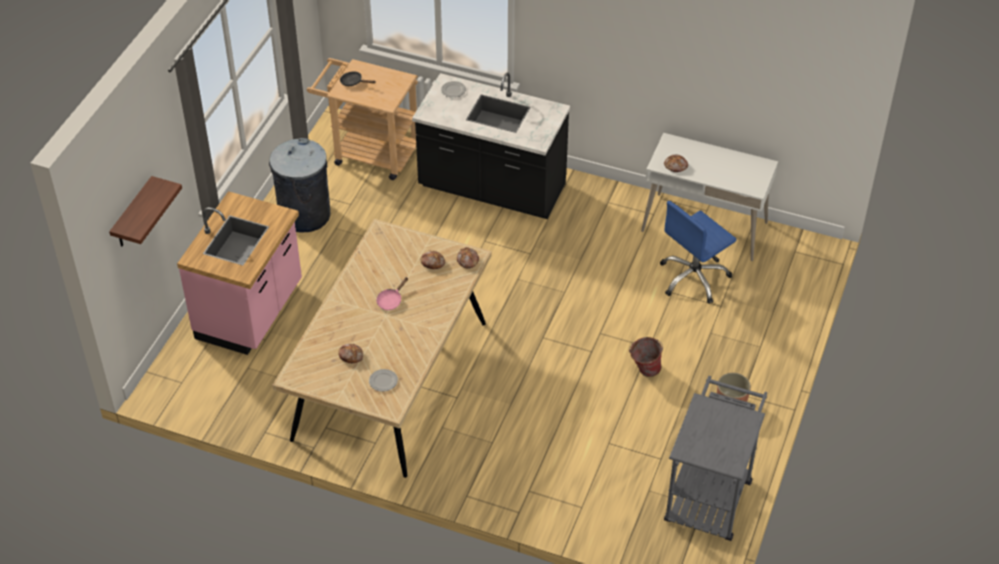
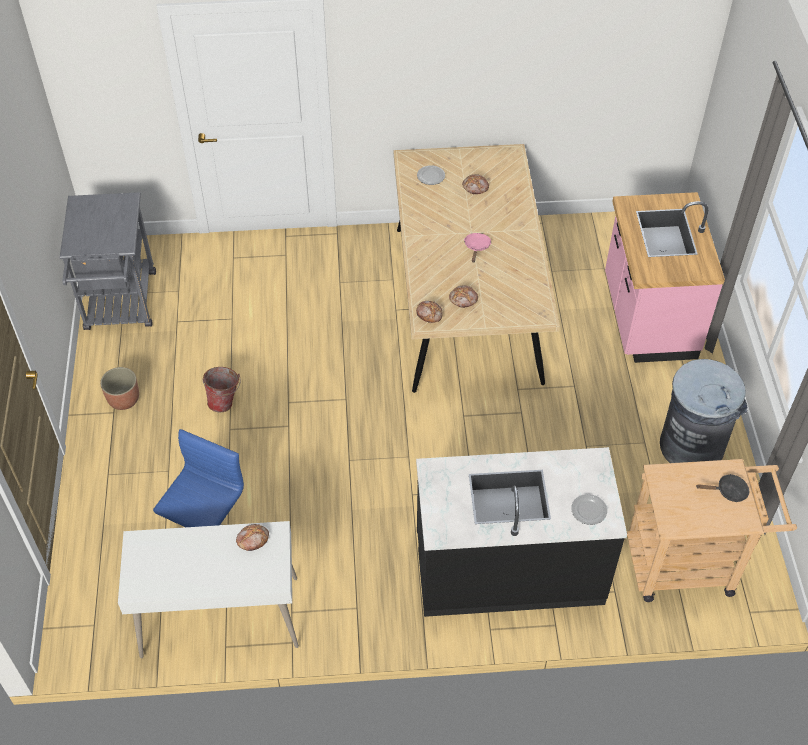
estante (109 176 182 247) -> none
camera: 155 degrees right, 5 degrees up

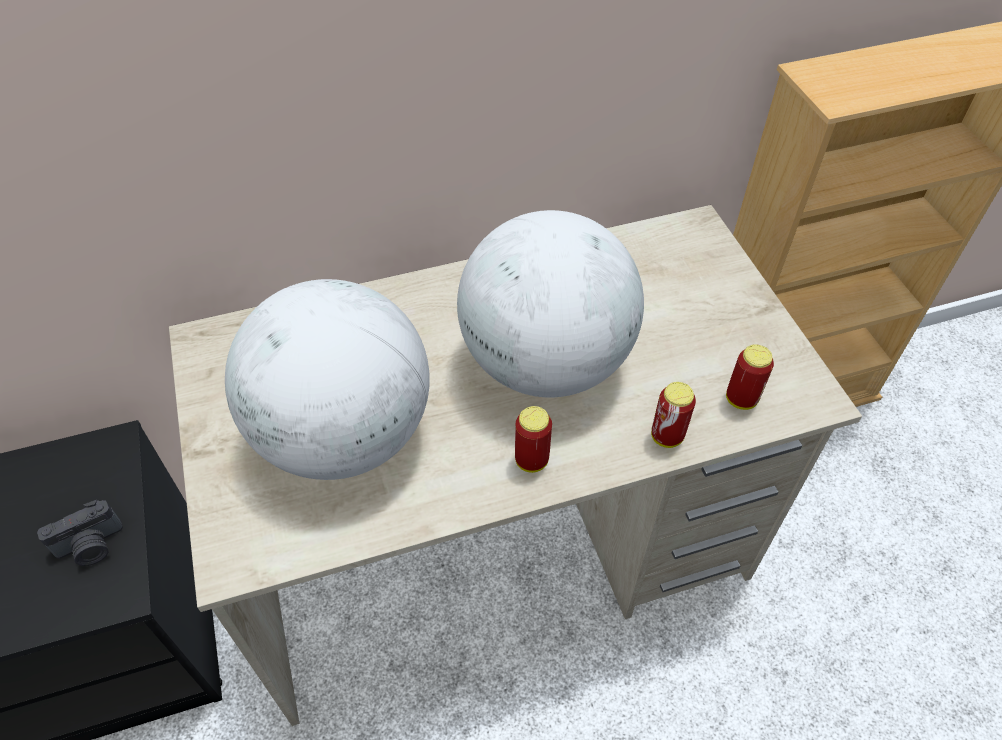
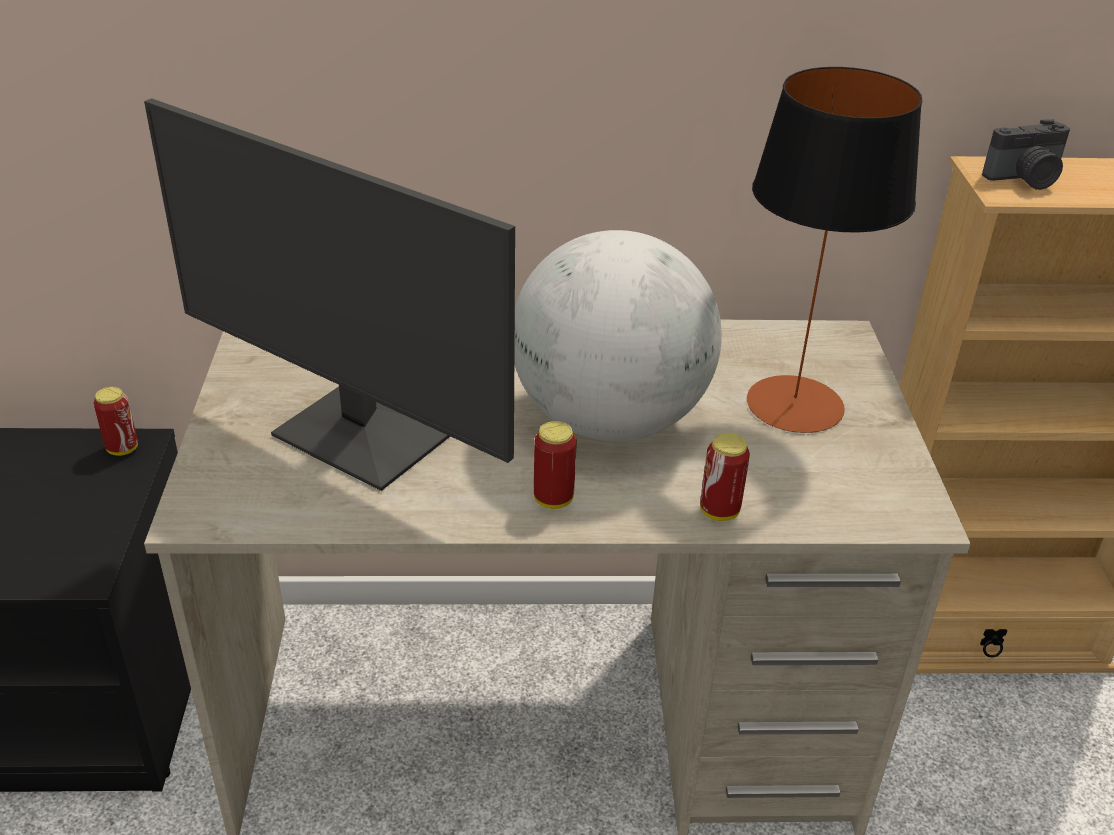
cámara (37 500 123 566) -> cámara (982 119 1070 190), move
globo terráqueo (225 279 430 480) -> monitor (144 98 515 491)
lata (726 344 774 410) -> lata (94 387 138 456), move
none -> lámpara de mesa (747 67 923 433)
camera: 15 degrees right, 15 degrees down

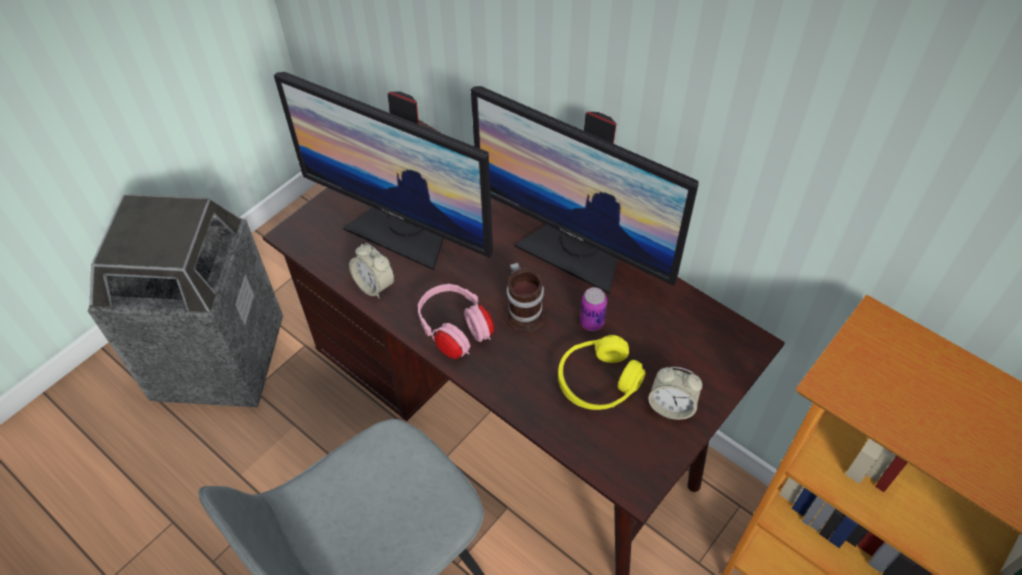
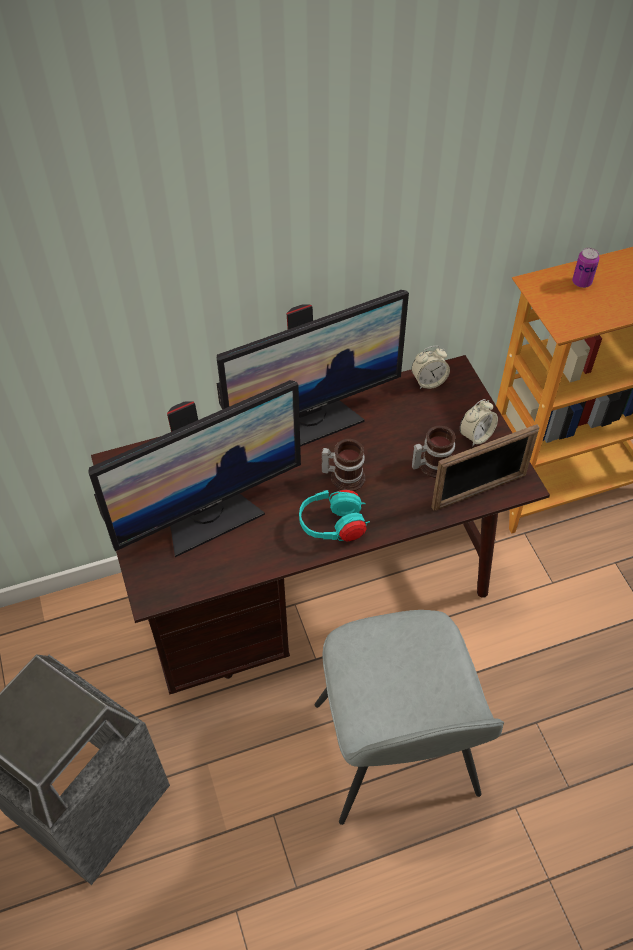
despertador (349 243 395 298) -> despertador (411 346 450 389), move
auriculares [rosa] (418 284 494 359) -> auriculares [turquesa] (299 490 370 542)
auriculares [amarillo] (558 335 646 410) -> taza grande (412 426 456 478)
lata (580 287 607 331) -> lata (572 248 600 288), move
none -> portarretratos (431 424 540 511)
camera: 60 degrees left, 0 degrees up

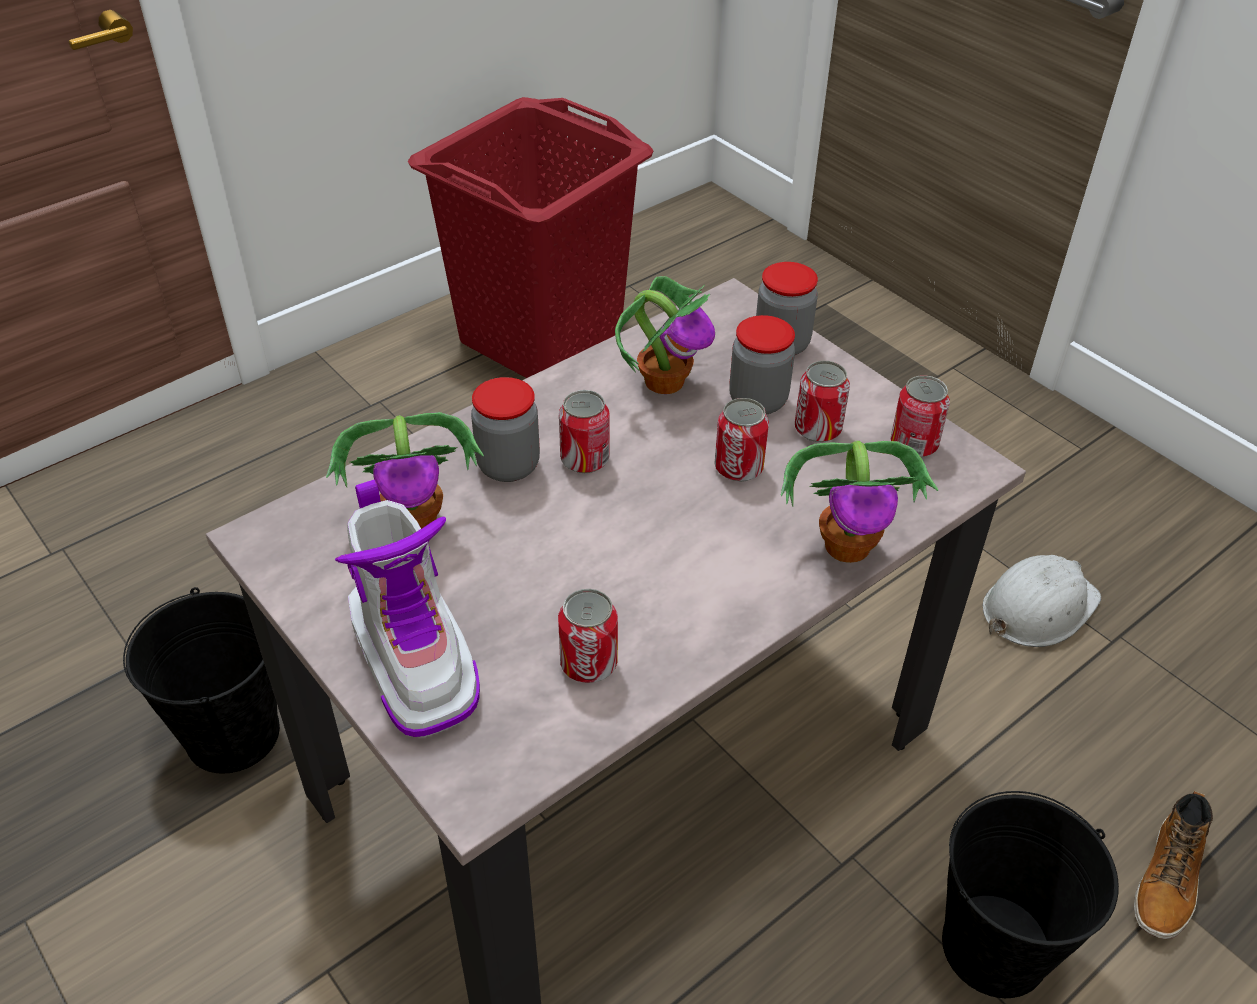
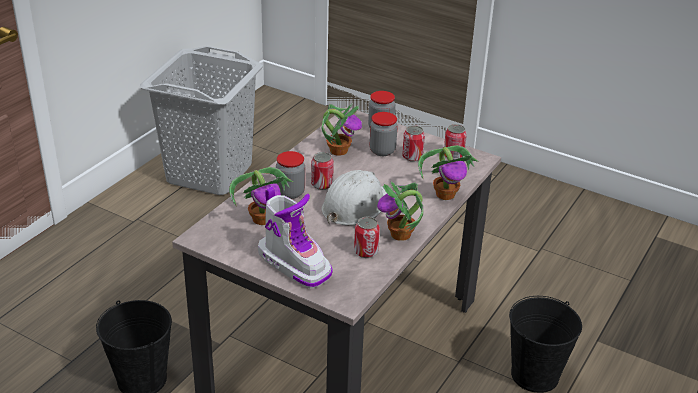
cesto de la ropa [rojo] (408 97 654 378) -> cesto de la ropa [gris] (140 46 263 195)
lata (714 398 769 482) -> none
casco [blanco] (983 555 1101 647) -> casco [blanco] (321 170 387 226), move
bota (1134 791 1213 939) -> none
none -> planta en maceta (377 181 423 241)
camera: 20 degrees left, 10 degrees down

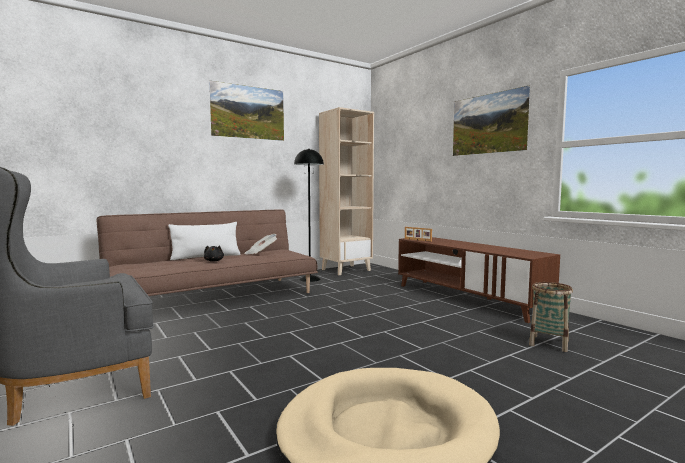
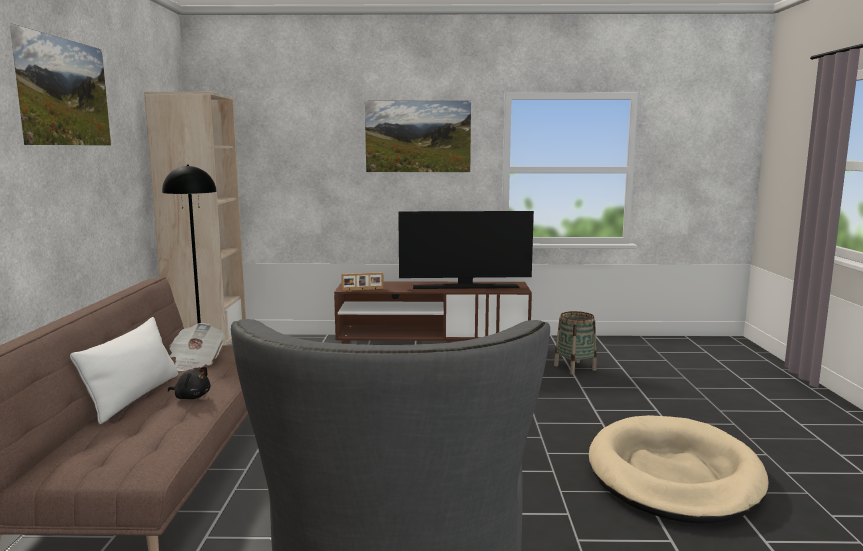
none -> televisor (398 211 534 289)
camera: 55 degrees left, 5 degrees up

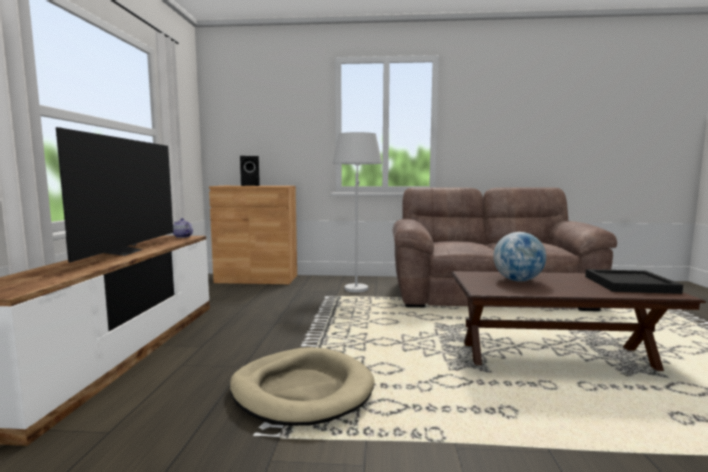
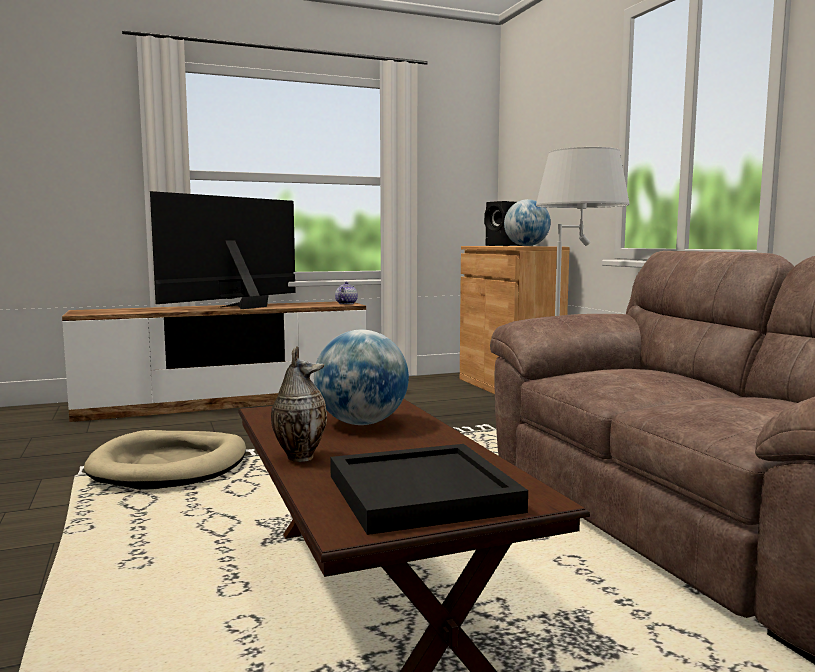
televisor (56 127 173 262) -> televisor (150 191 296 309), 150 degrees clockwise
none -> florero (271 346 327 462)
none -> globo terráqueo (504 199 551 246)
camera: 65 degrees right, 0 degrees up

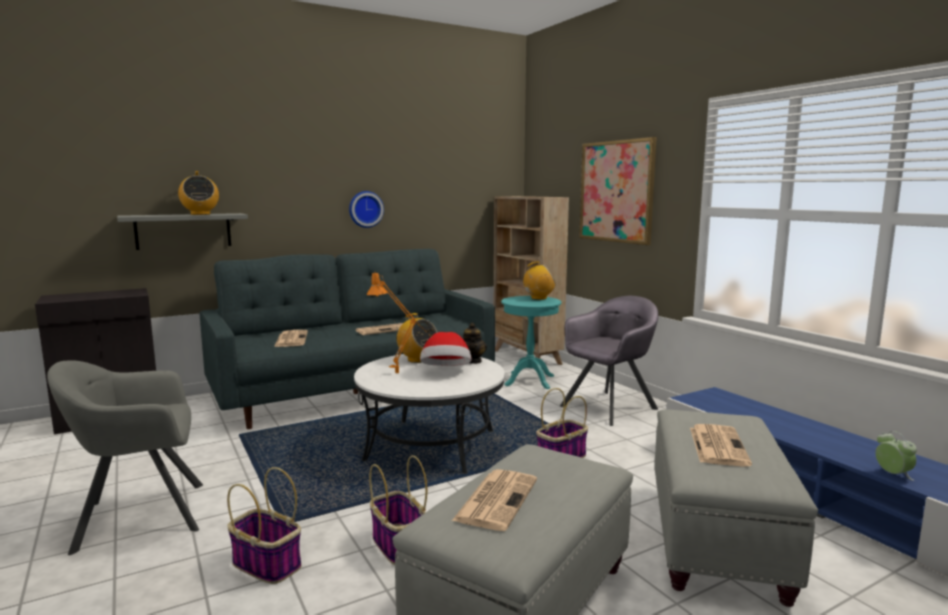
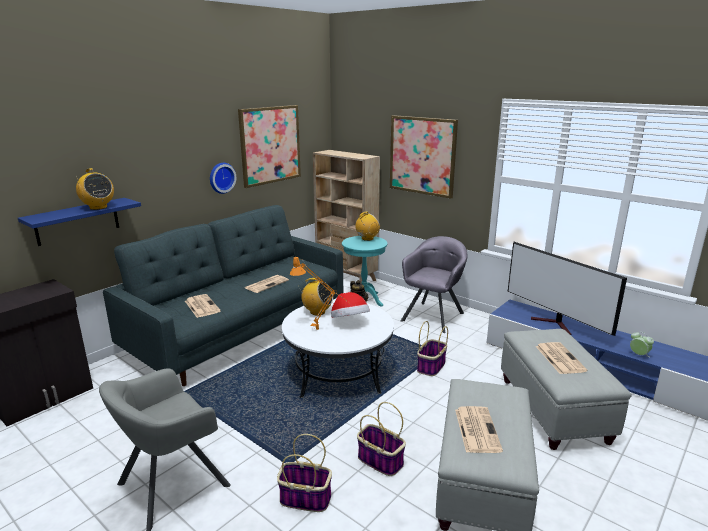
estante [gris] (117 213 248 250) -> estante [azul] (18 198 141 246)
none -> cuadro (238 105 301 188)
none -> televisor (508 242 627 336)
camera: 20 degrees left, 10 degrees up

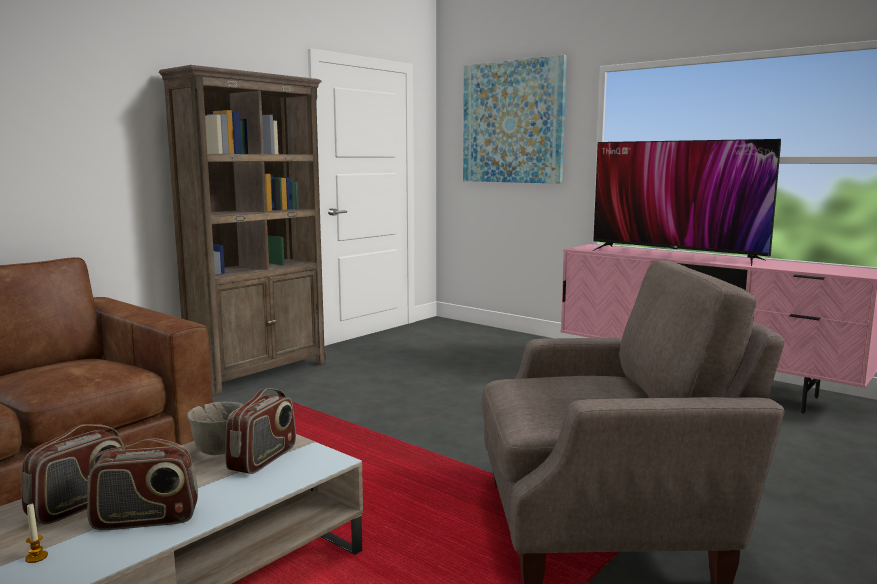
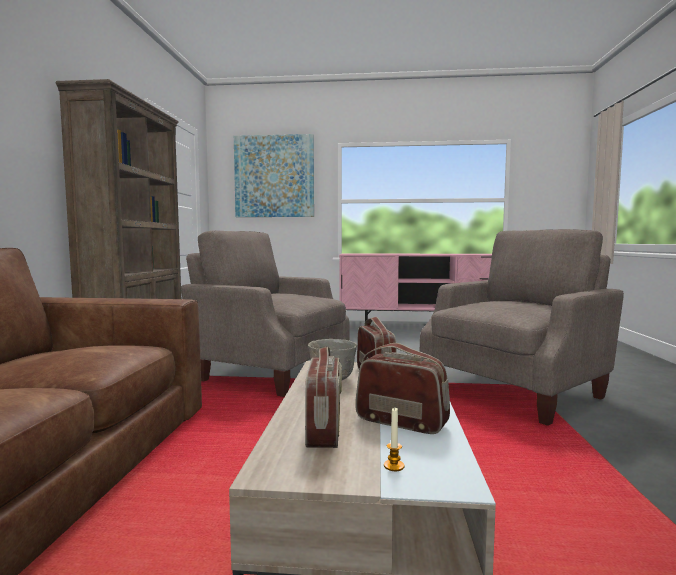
radio (87 438 198 530) -> radio (355 343 450 434), 105 degrees counterclockwise
televisor (593 139 781 266) -> none
none -> sillón [beis] (181 230 350 397)
camera: 35 degrees left, 5 degrees down

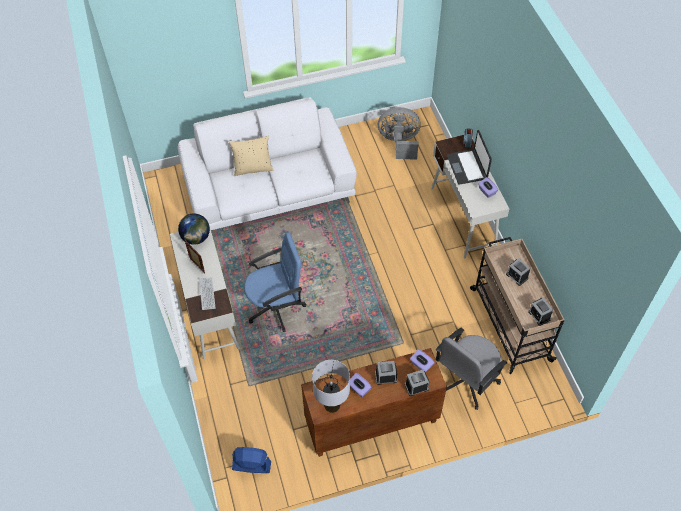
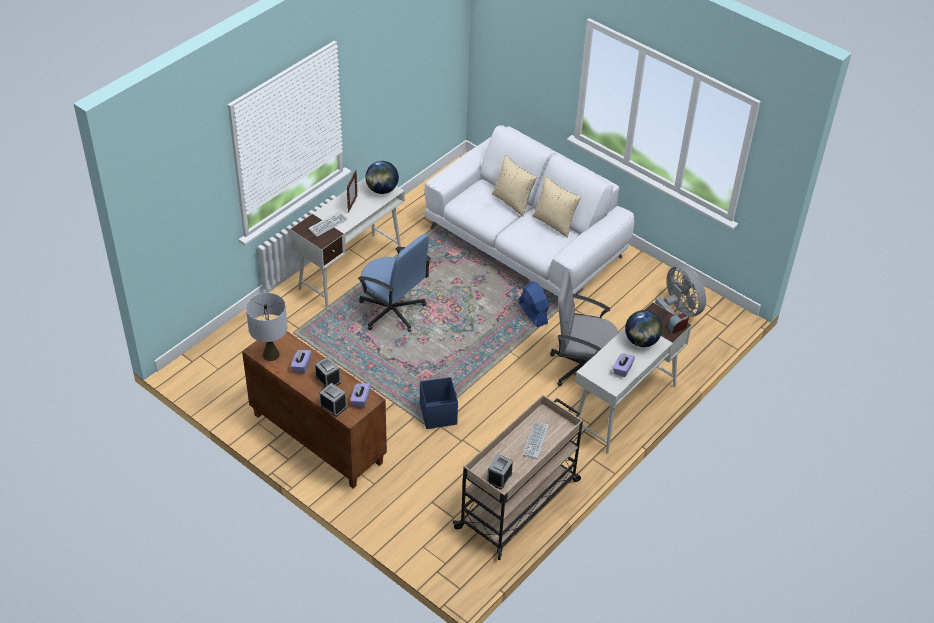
ventilador [azul] (232 447 271 473) -> ventilador [azul] (519 281 549 327), move
silla de oficina [gris] (436 328 507 410) -> silla de oficina [gris] (550 271 619 386), move
portátil (447 130 492 185) -> globo terráqueo (625 310 662 347)
despertador (506 258 530 286) -> teclado (522 422 549 459)
none -> caja de almacenaje [azul] (420 377 458 429)
none -> cojín [beis] (532 176 581 238)
camera: 55 degrees right, 10 degrees down

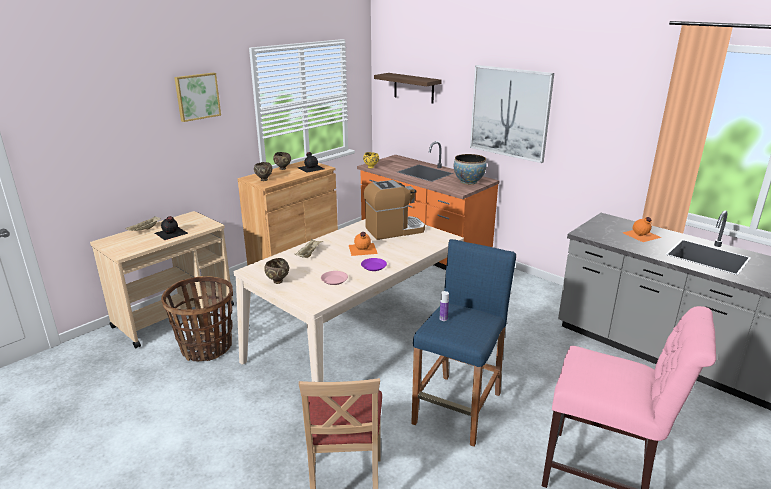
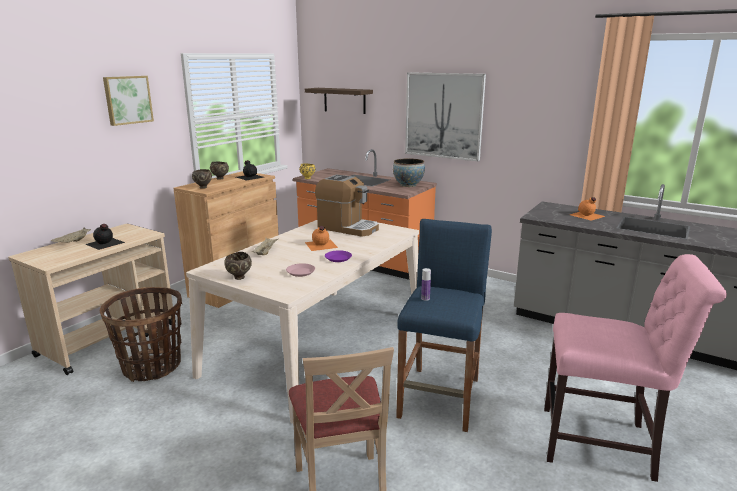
cafetera (364 180 425 240) -> cafetera (315 174 379 237), 60 degrees clockwise
camera: 10 degrees left, 5 degrees down

